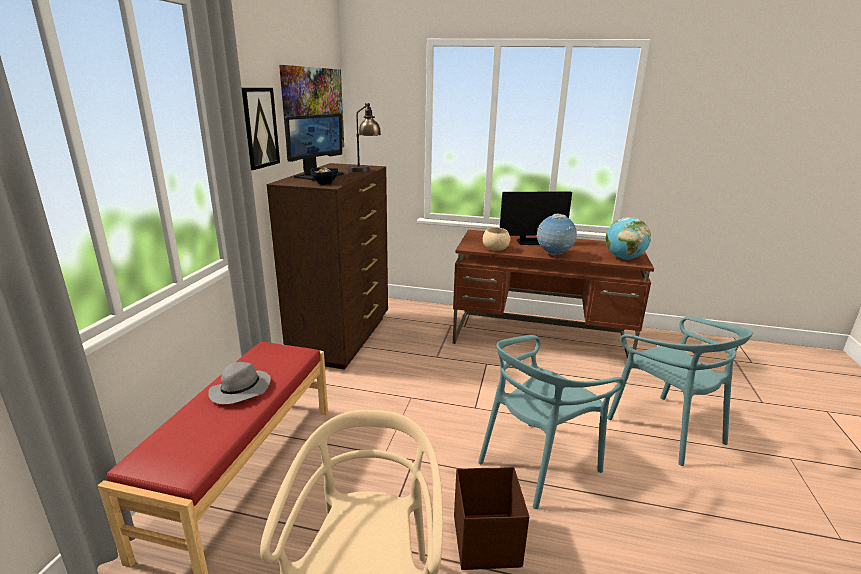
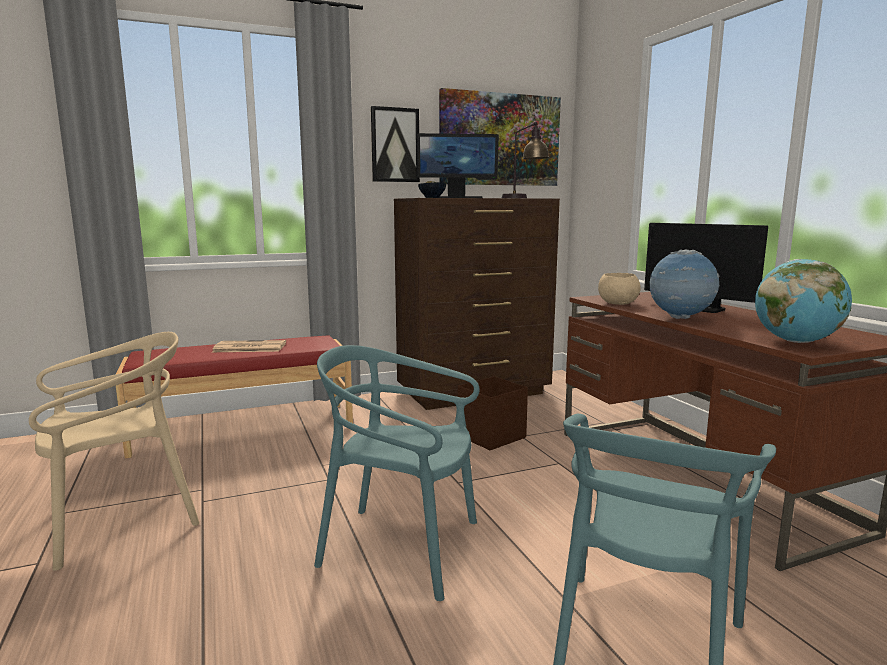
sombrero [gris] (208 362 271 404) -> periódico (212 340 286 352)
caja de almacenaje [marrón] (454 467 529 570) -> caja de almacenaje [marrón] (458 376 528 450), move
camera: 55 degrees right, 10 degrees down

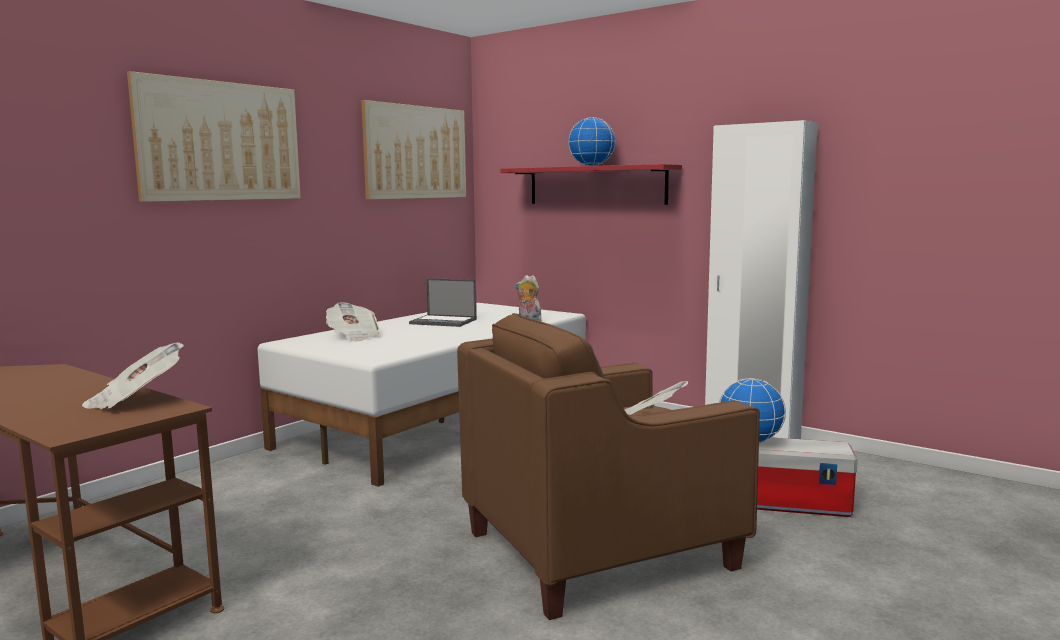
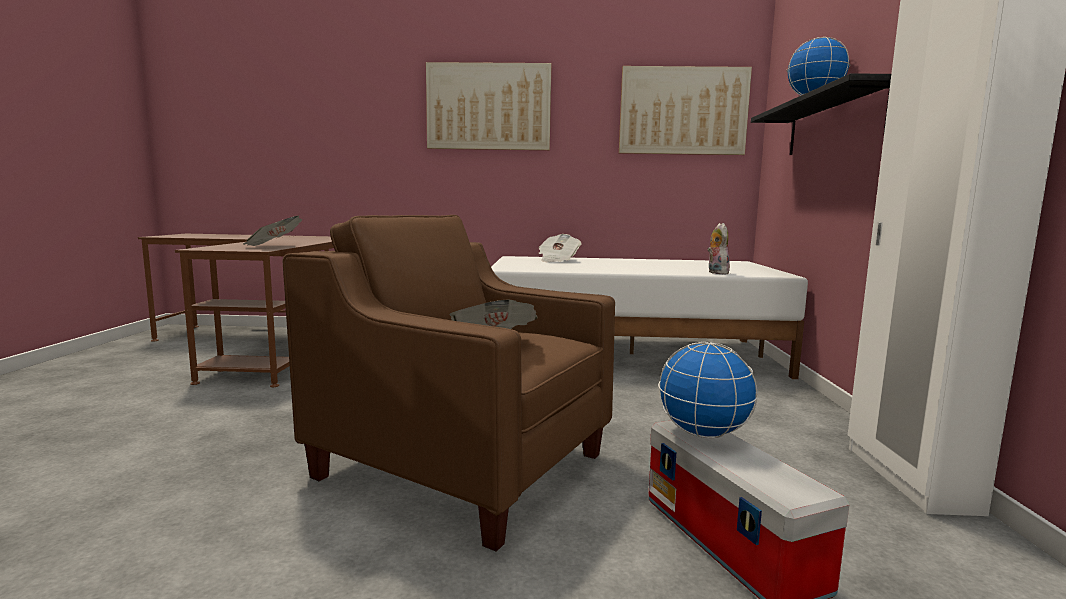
portátil (409 278 477 327) -> none
estante [rojo] (500 164 682 205) -> estante [negro] (751 73 891 155)
camera: 55 degrees right, 0 degrees up

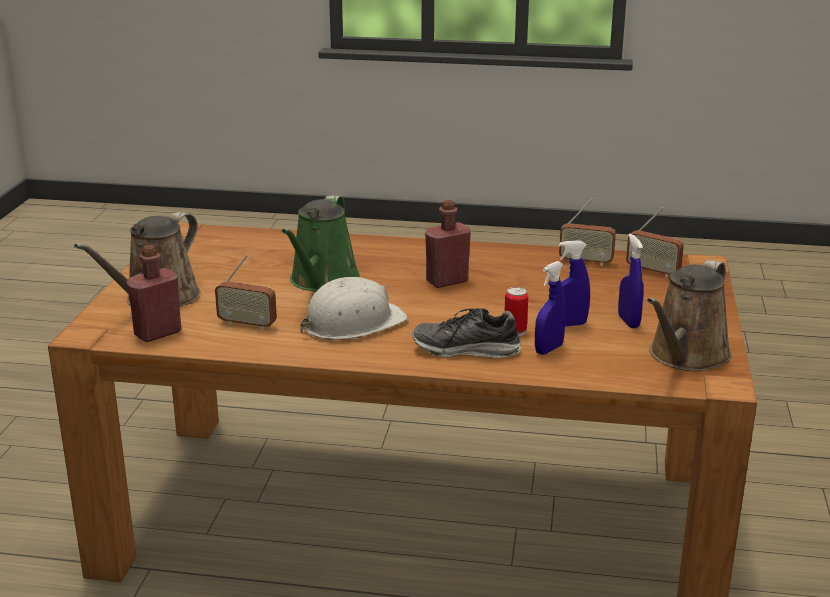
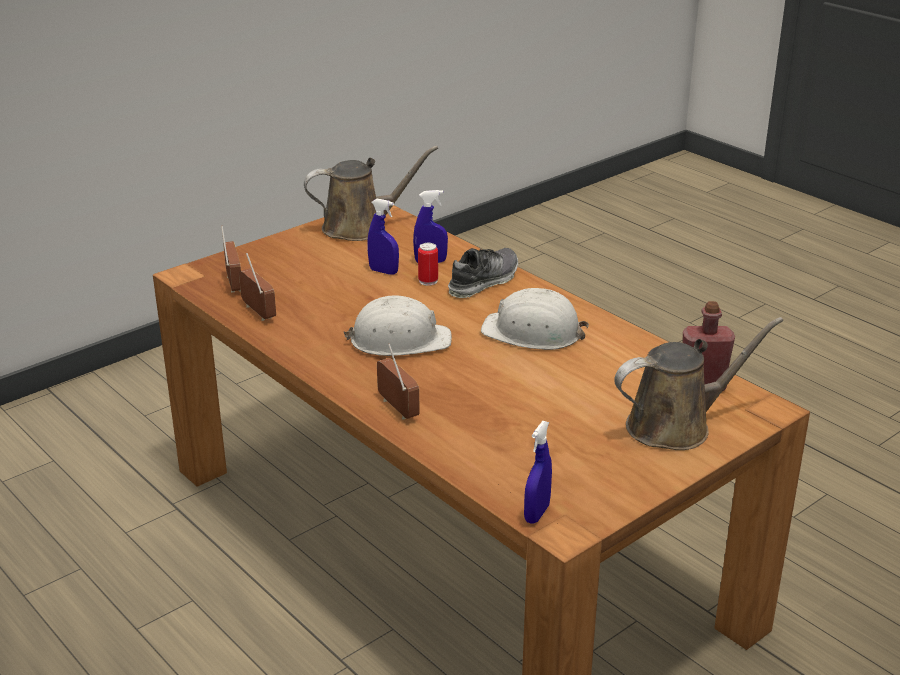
radio (215 254 277 330) -> radio (377 344 420 420), move
regadera [verde] (282 195 360 292) -> none
zapato (412 308 521 358) -> zapato (448 248 518 298), 90 degrees counterclockwise
botella [rojo] (425 200 471 288) -> casco [blanco] (344 296 452 356)
pulverizador [azul] (618 233 643 328) -> pulverizador [azul] (524 421 552 524), move
camera: 140 degrees left, 5 degrees up

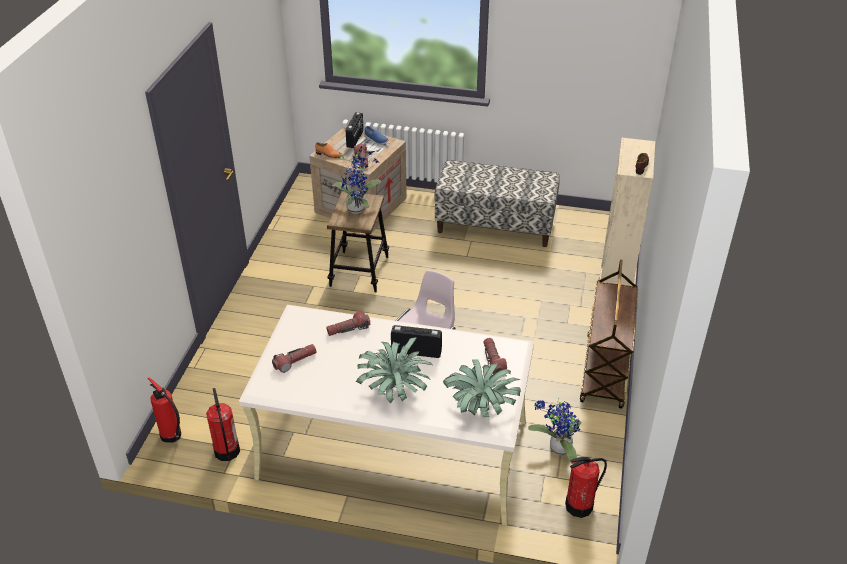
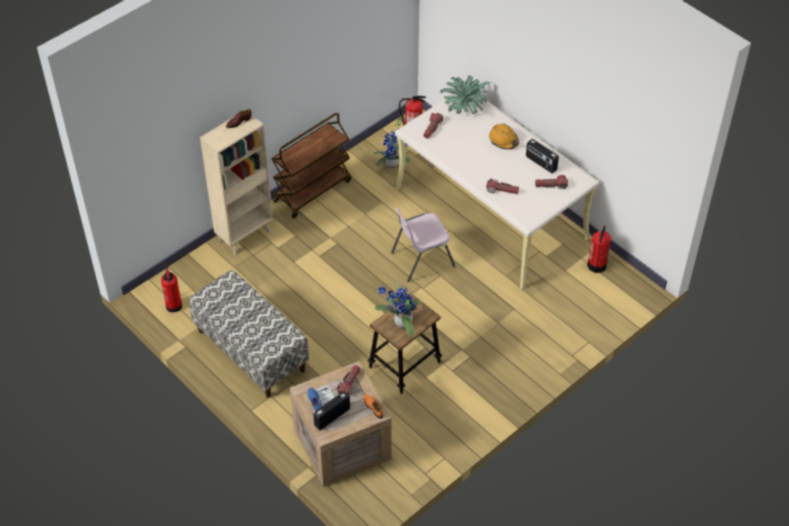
extintor (148 377 181 443) -> extintor (161 265 182 313), move
planta en maceta (356 337 432 403) -> casco [naranja] (489 124 519 149)
radio (391 325 442 358) -> radio (526 139 559 173), move
camera: 145 degrees left, 10 degrees up

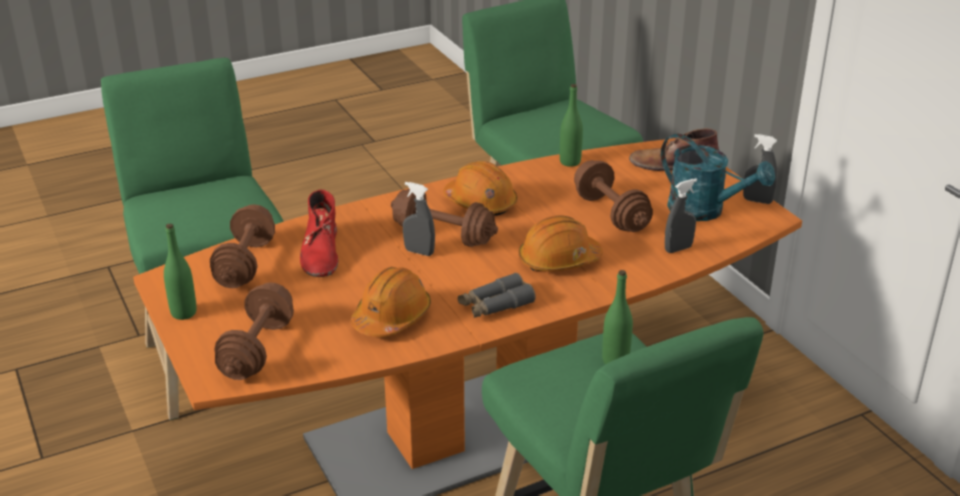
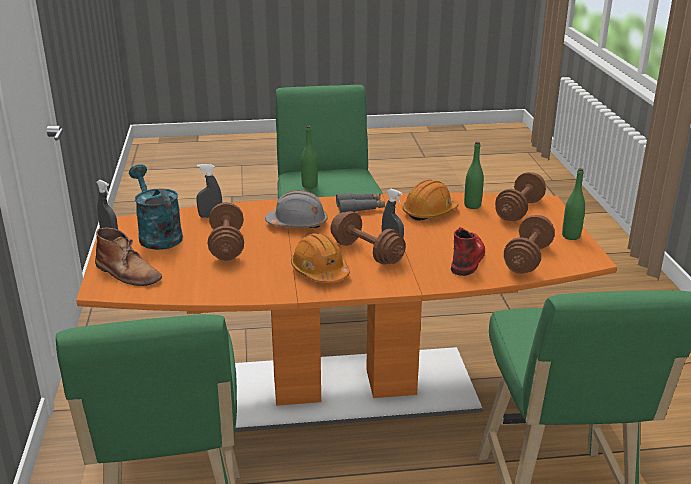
casco [naranja] (518 215 603 271) -> casco [gris] (265 190 328 228)
botella [verde] (560 84 583 167) -> botella [verde] (464 142 484 209), move
camera: 160 degrees left, 5 degrees down

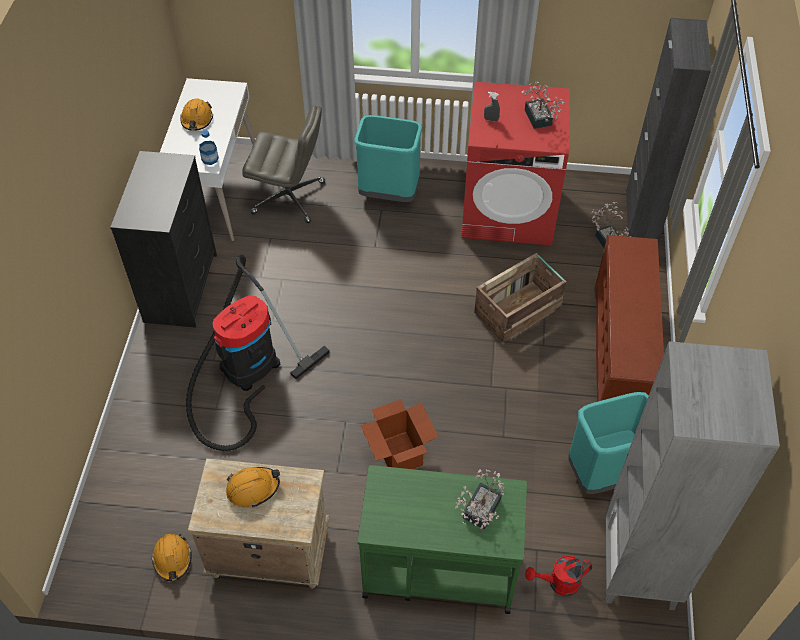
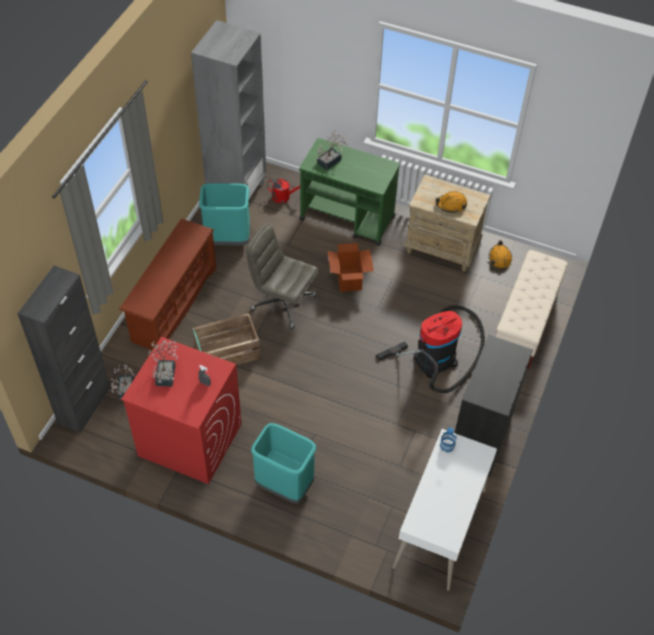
casco [naranja] (180 98 213 131) -> none
silla de oficina [gris] (242 105 325 223) -> silla de oficina [gris] (246 223 318 329), move
none -> banco [beis] (495 250 568 369)
camera: 165 degrees left, 0 degrees up

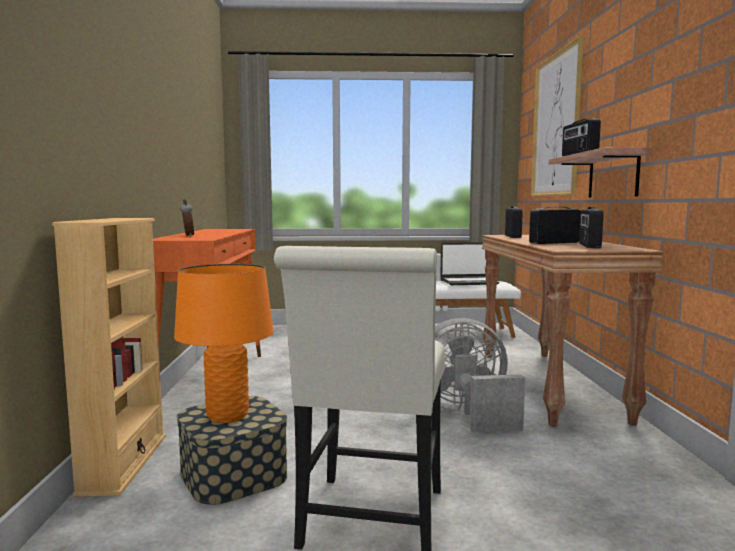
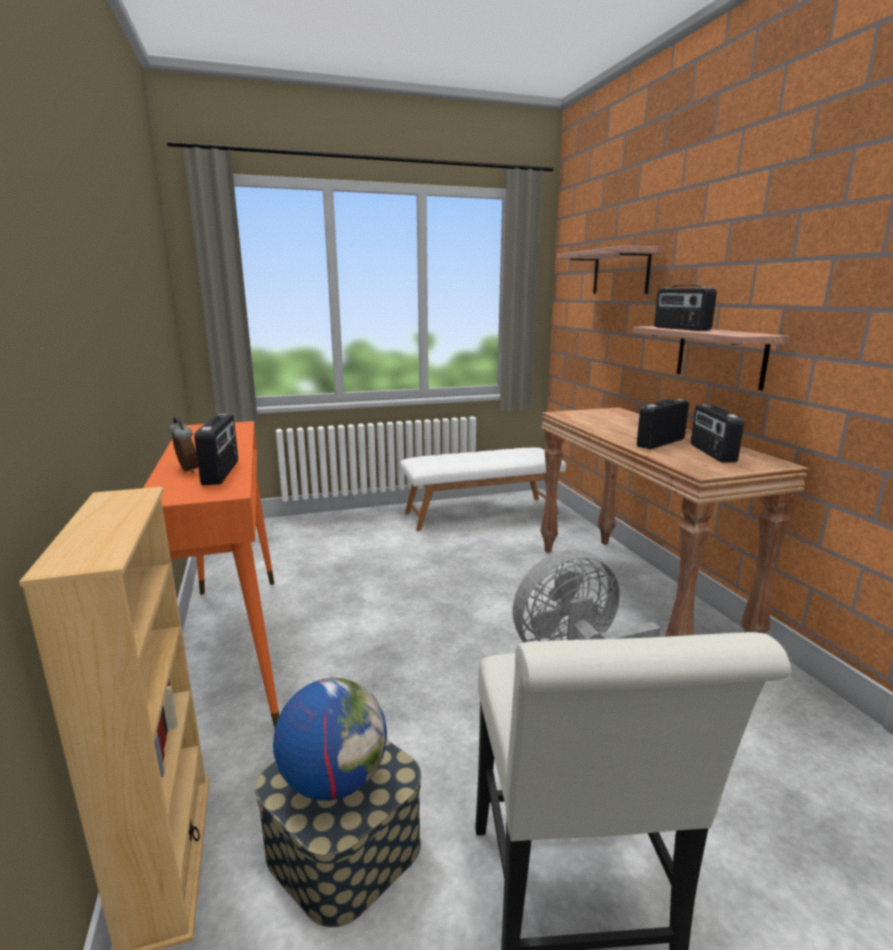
lámpara de mesa [naranja] (174 264 274 423) -> globo terráqueo (273 678 387 801)
portátil (440 242 499 285) -> none
radio (505 206 523 238) -> radio (194 414 238 485), move
cuadro (531 36 584 196) -> estante (557 245 663 294)
camera: 15 degrees left, 10 degrees up

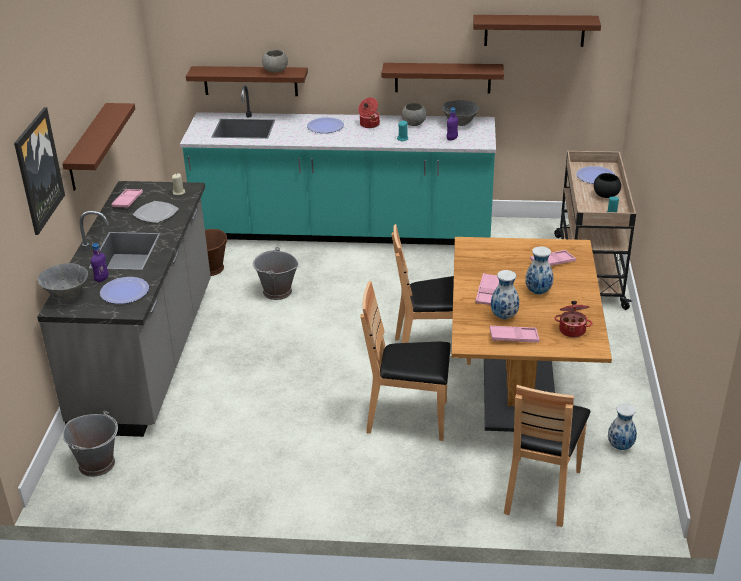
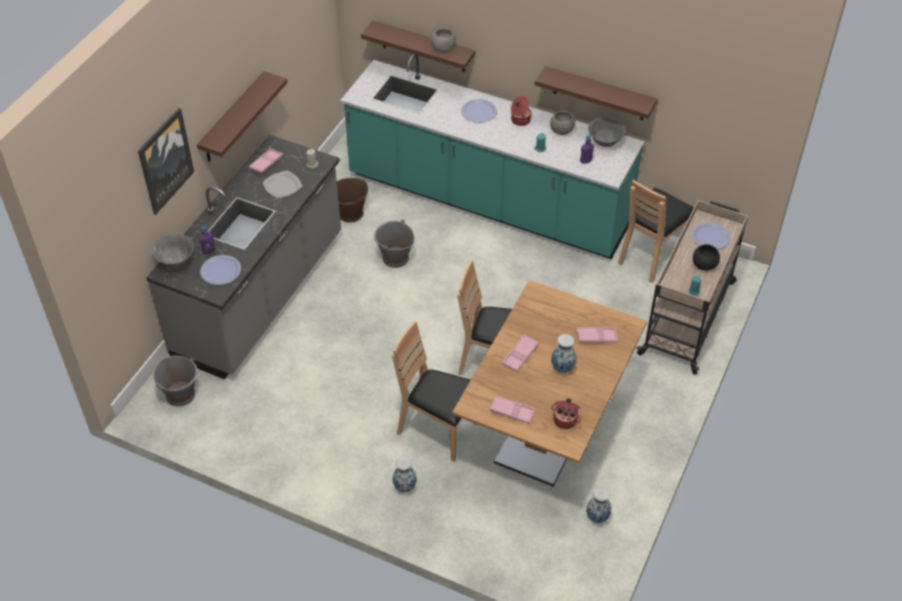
estante [marrón] (473 15 601 47) -> none
florero (491 270 519 319) -> florero (393 456 417 492), move
silla [marrón] (504 385 590 527) -> silla [marrón] (618 180 694 283), move
camera: 20 degrees right, 15 degrees up

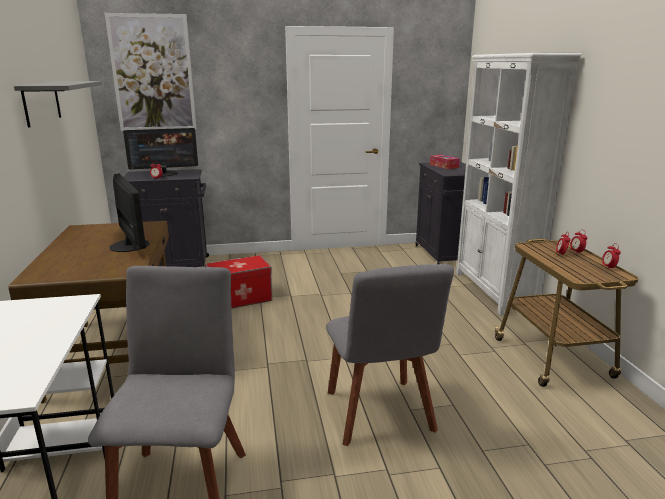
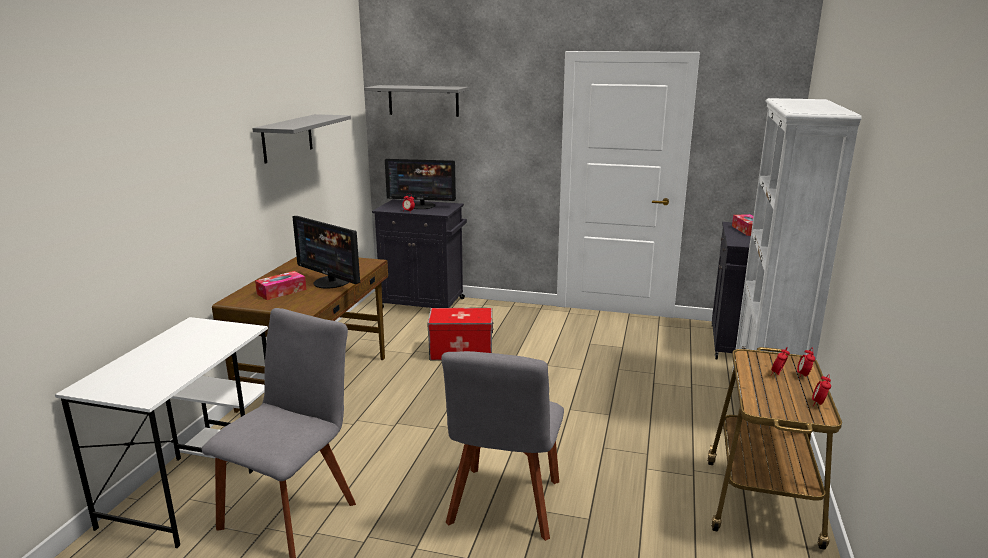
cuadro (105 13 197 131) -> estante [gris] (364 85 469 117)
monitor (109 173 150 252) -> monitor (292 216 361 288), 135 degrees clockwise
none -> caja de pañuelos (255 271 306 300)
camera: 25 degrees right, 0 degrees up

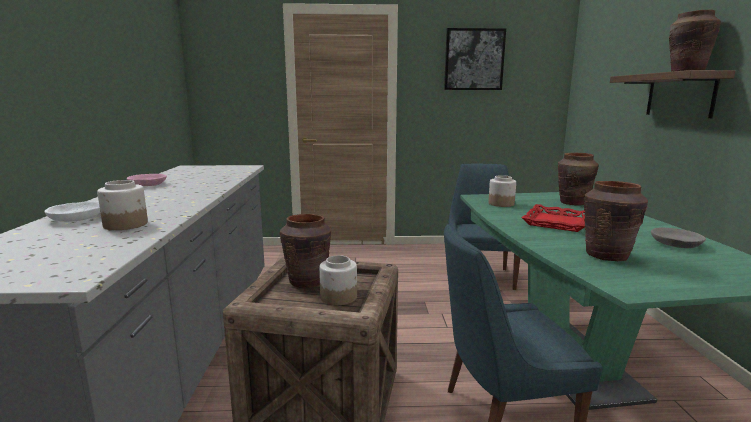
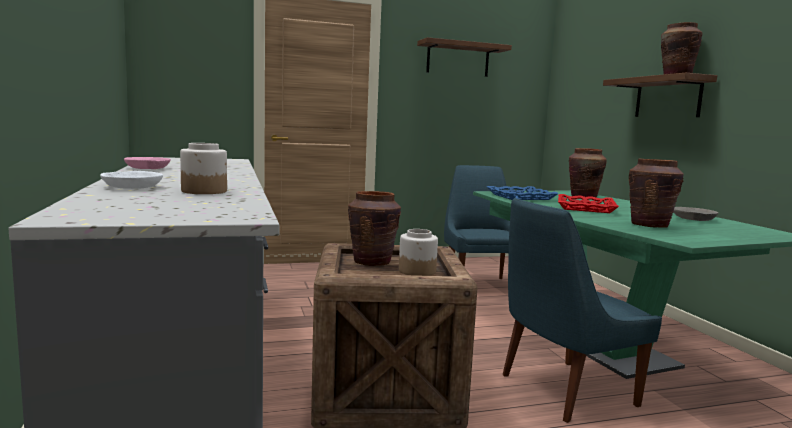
cuadro (444 28 506 90) -> estante (417 37 512 77)
tarro (488 175 516 207) -> bandeja [azul] (487 186 559 200)
camera: 15 degrees left, 5 degrees down

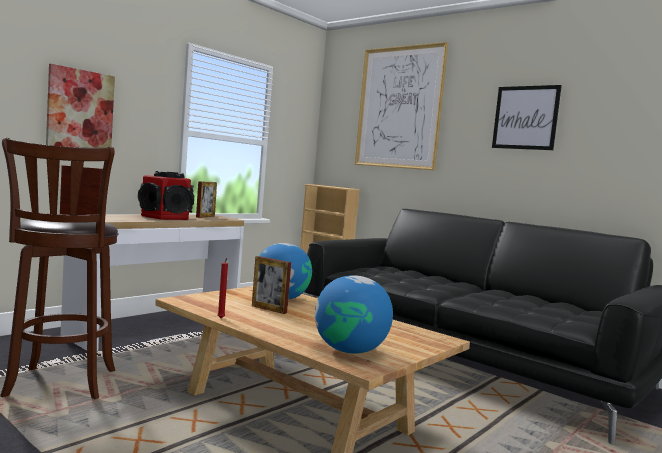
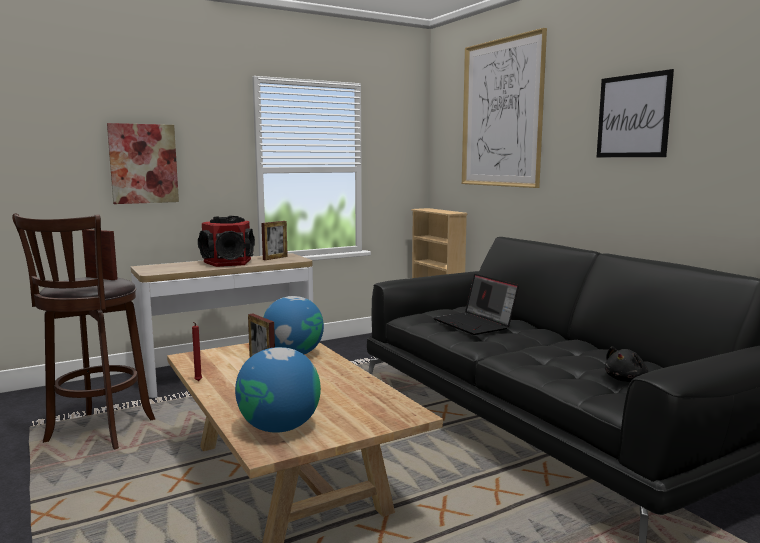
none -> portátil (434 274 519 335)
none -> peluche [negro] (605 346 648 382)
camera: 20 degrees right, 5 degrees up

